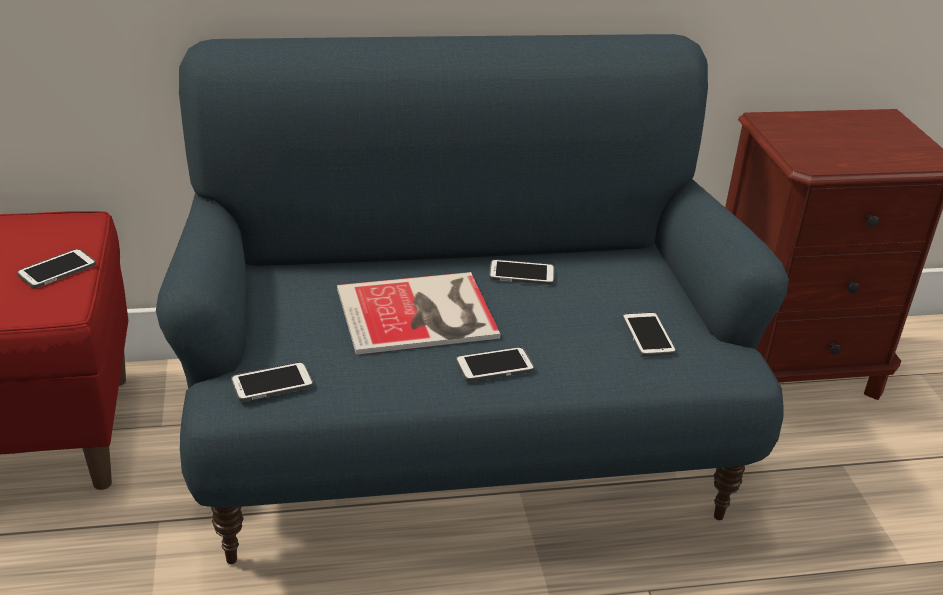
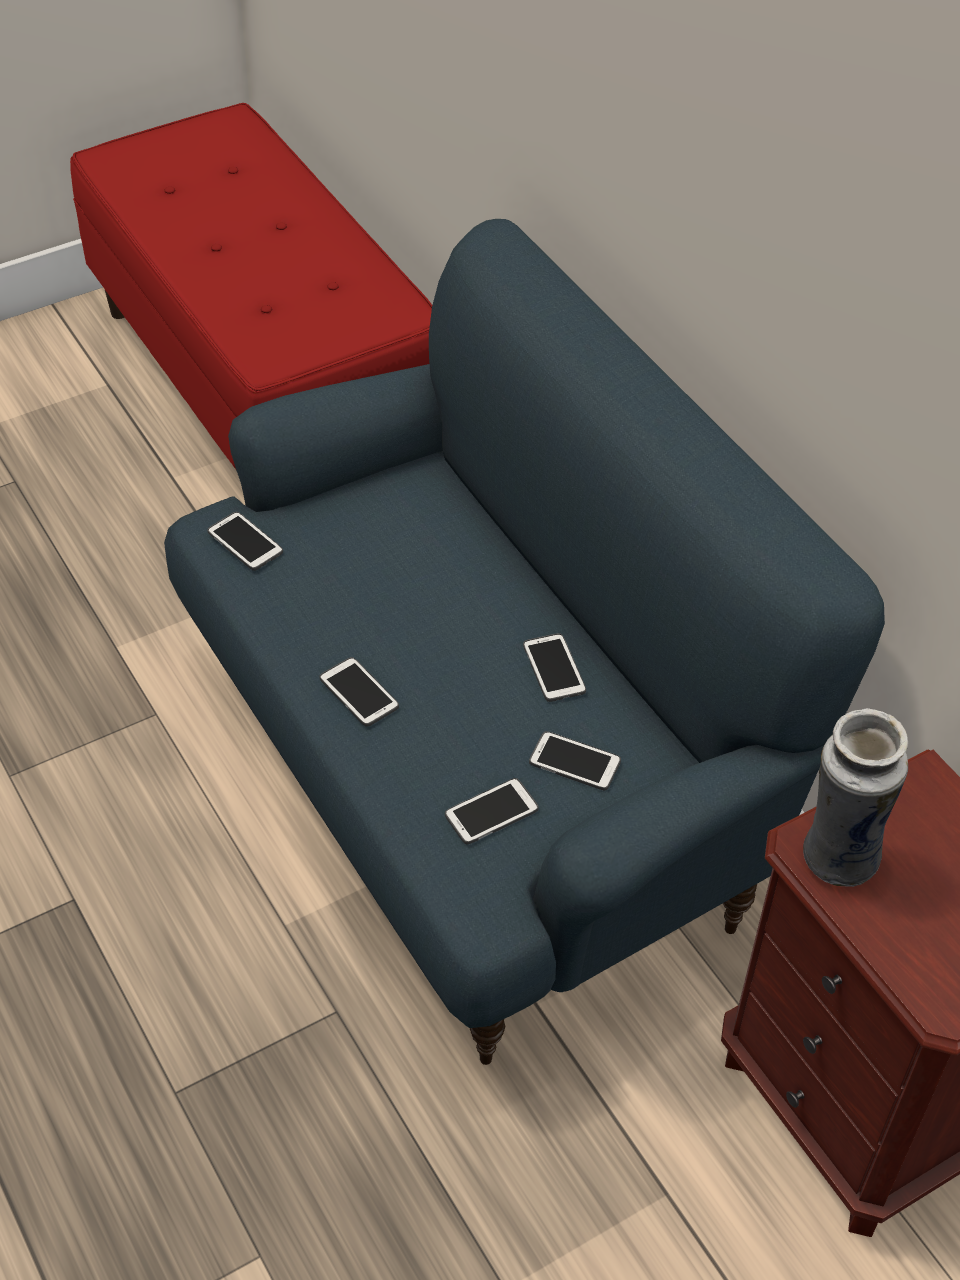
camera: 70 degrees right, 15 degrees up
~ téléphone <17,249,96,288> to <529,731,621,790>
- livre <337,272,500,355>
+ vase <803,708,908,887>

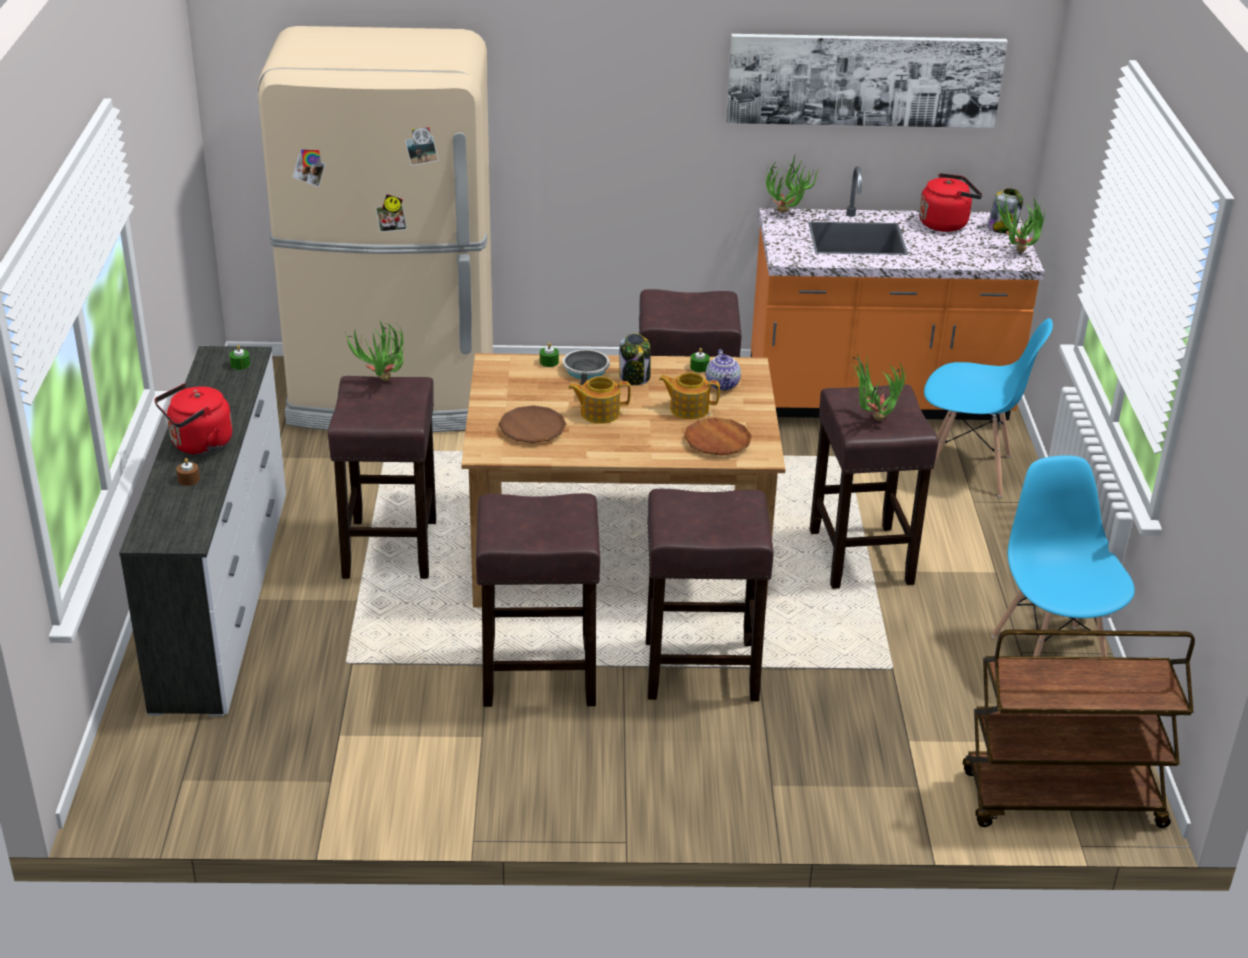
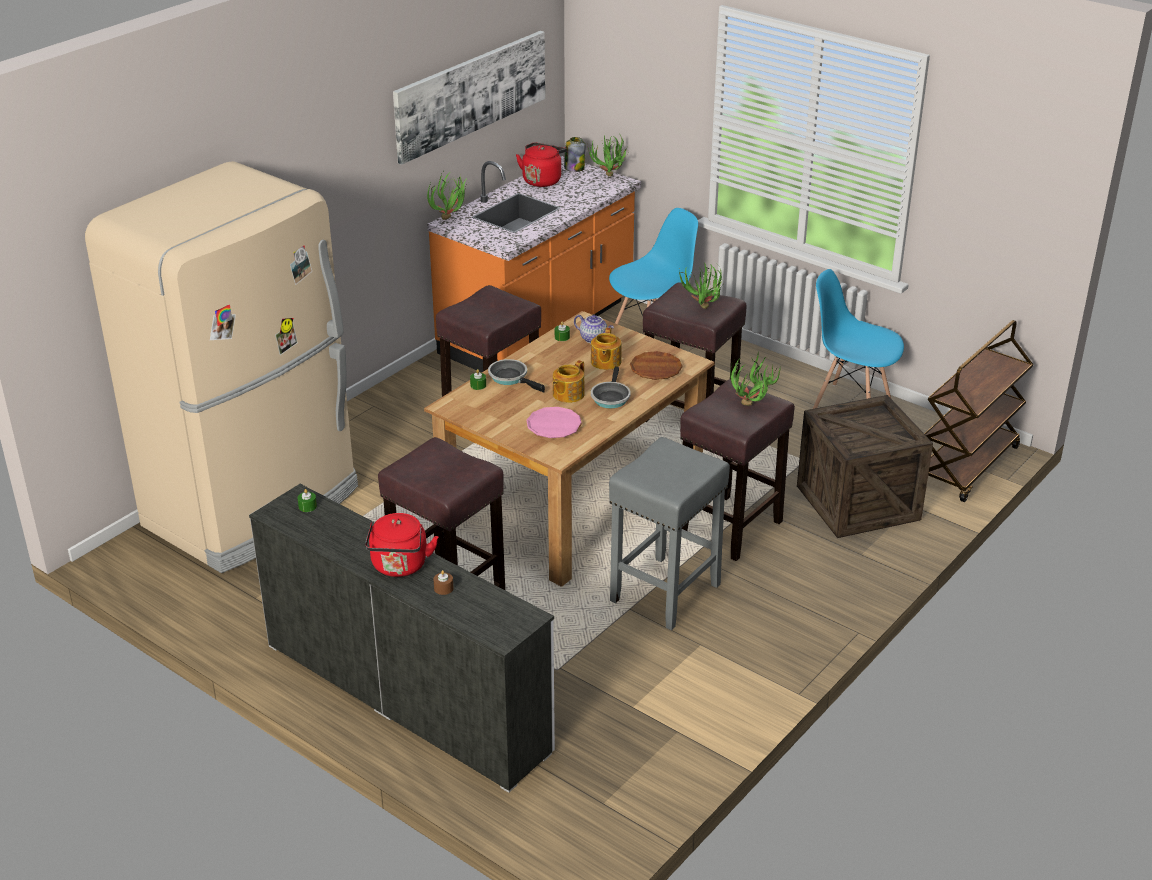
camera: 50 degrees left, 0 degrees up
~ plante en pot <346,321,404,381> to <730,352,781,406>
~ tabouret (marron) <476,493,600,707> to tabouret (gris) <609,437,730,630>
~ assiette (marron) <499,406,566,443> to assiette (rose) <526,407,582,438>
- bocal <619,333,651,385>
~ théière <659,372,720,419> = <591,328,622,370> 45 degrees counterclockwise
+ poêle <591,366,631,408>
+ caisse <797,395,933,538>

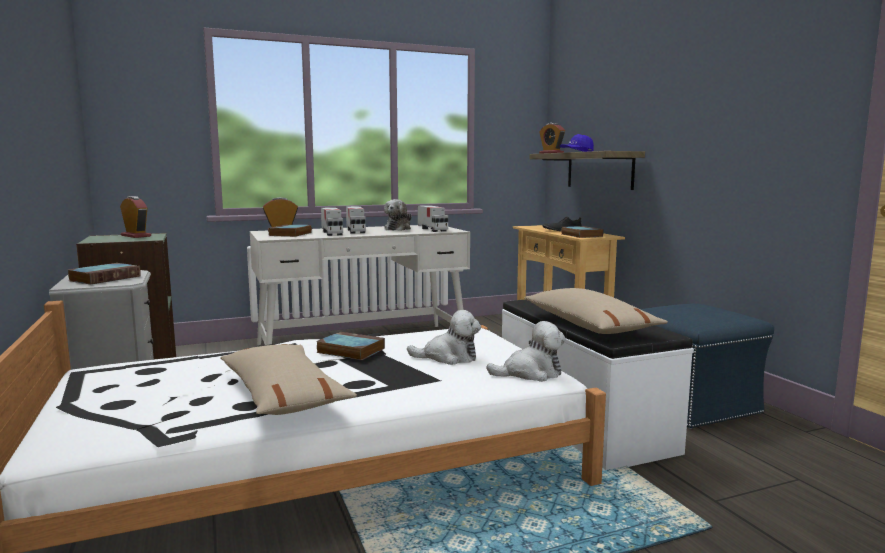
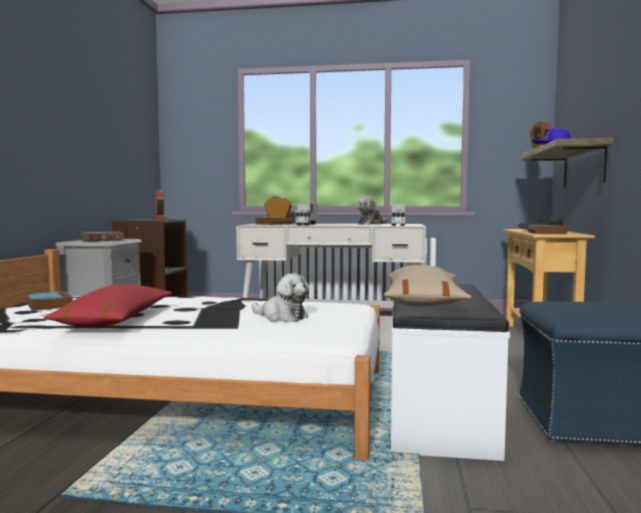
camera: 30 degrees right, 5 degrees down
~ coussin (beige) <220,344,357,415> to coussin (rouge) <44,284,172,327>
~ livre <316,332,385,360> to <26,291,73,311>
- camion jouet <346,206,366,234>
- peluche <486,321,566,382>

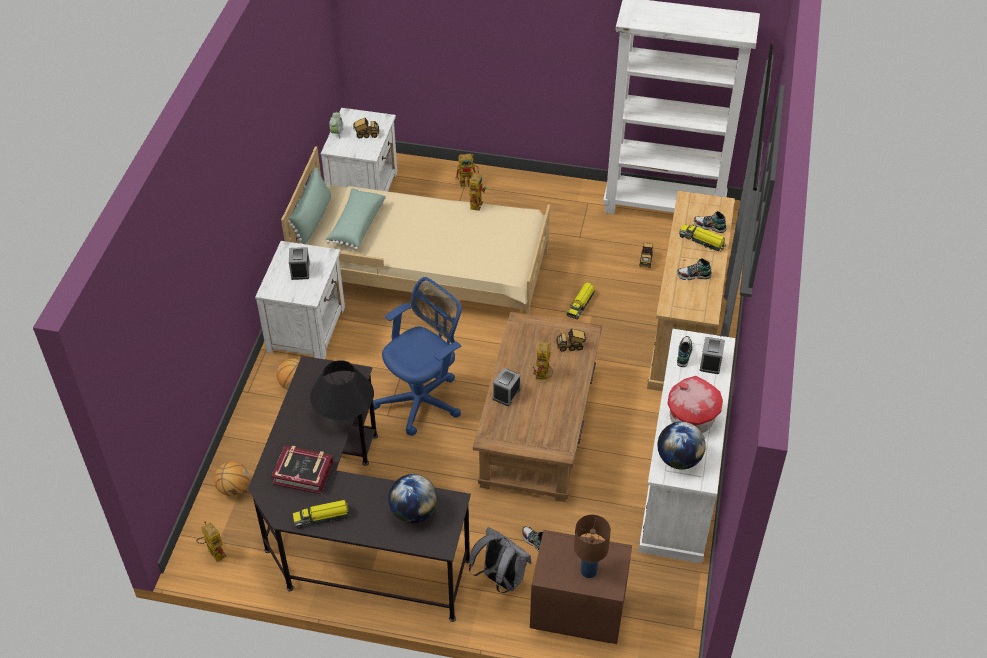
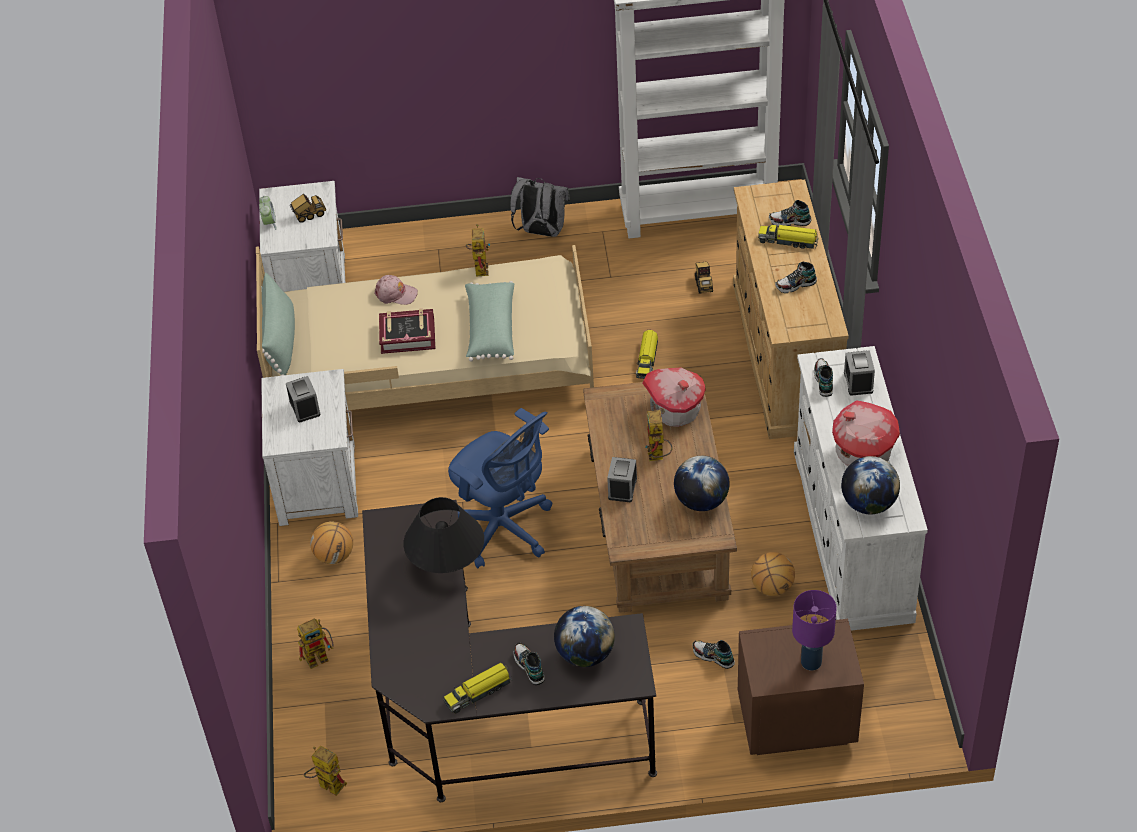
camera: 15 degrees left, 0 degrees up
~ ballon de basket <214,461,249,496> to <751,552,795,596>
~ livre <271,445,334,494> to <379,308,436,354>
~ coussin (vert) <325,188,386,250> to <465,281,514,361>
~ chaise de bureau (bleu) <373,277,462,436> = <448,408,553,568> 105 degrees clockwise
~ robot jouet <455,153,479,188> to <297,619,333,669>
~ sac à dos (gris) <469,527,531,593> to <510,177,570,237>
~ camion jouet <556,329,587,352> to maison miniature <642,368,706,427>
~ lampe de table (marron) <574,515,611,578> to lampe de table (violet) <792,590,837,671>
+ casquette (rose) <374,275,418,305>
+ chaussure <514,643,545,685>
+ globe <674,456,730,511>

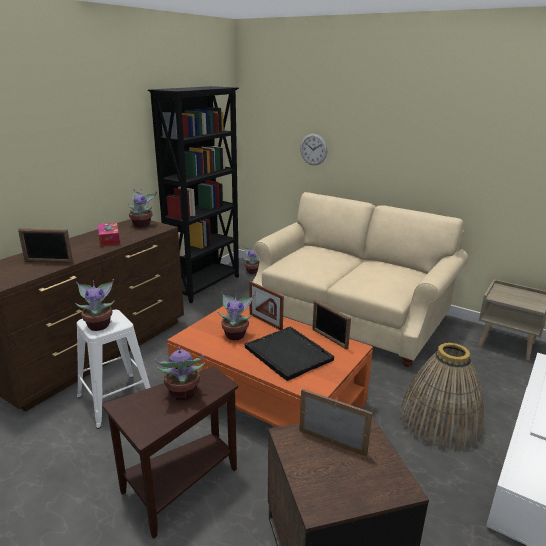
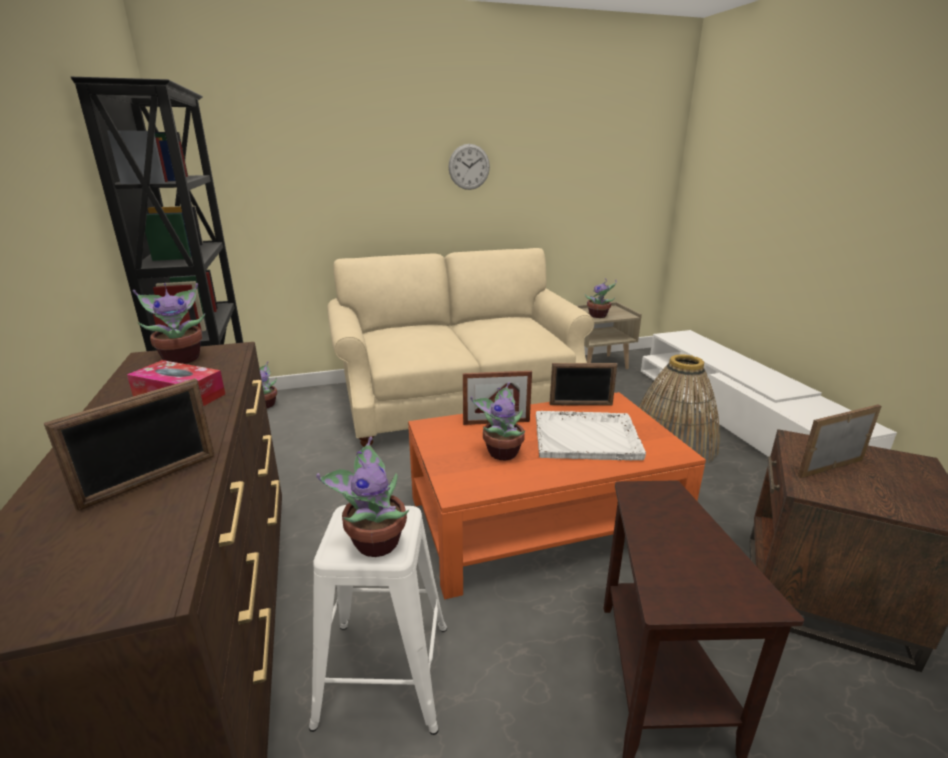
camera: 50 degrees left, 0 degrees up
~ plante en pot <155,346,205,401> to <585,279,617,318>
~ plateau (noir) <245,327,334,381> to plateau (blanc) <536,411,646,460>
~ horloge murale <300,134,328,165> to <448,144,490,190>

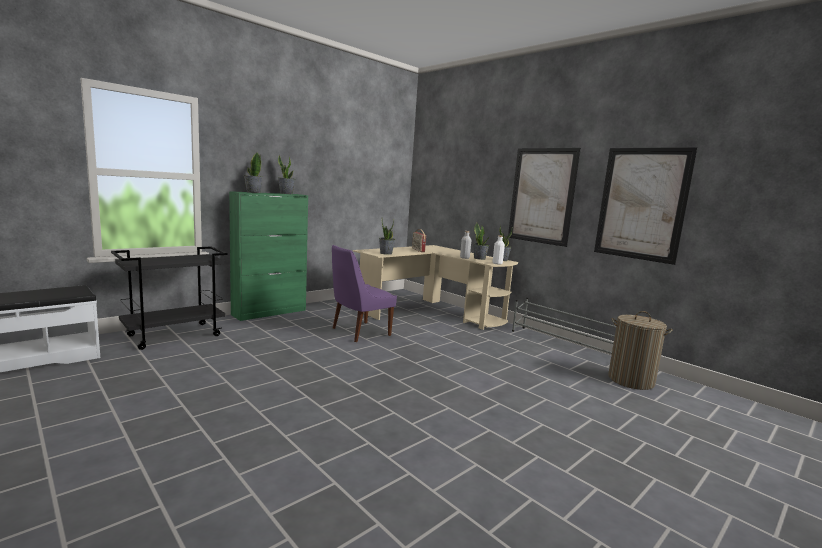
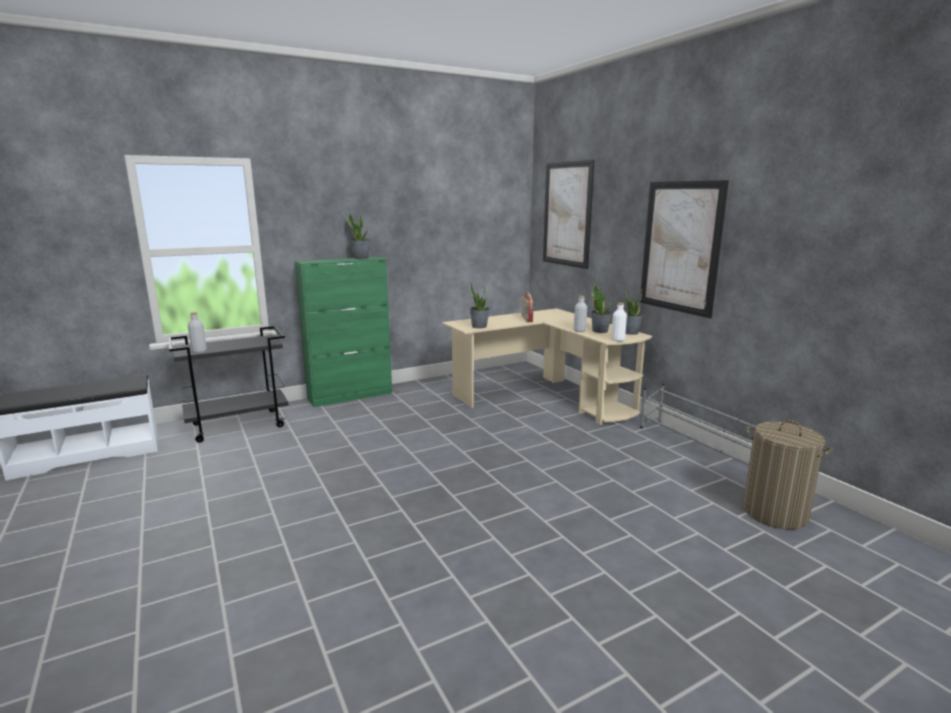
camera: 15 degrees right, 5 degrees up
- plante en pot <244,152,263,193>
- chaise (violet) <332,245,397,342>
~ tableau <594,147,698,265> to <543,159,595,269>
+ bouteille (gris) <188,312,207,353>

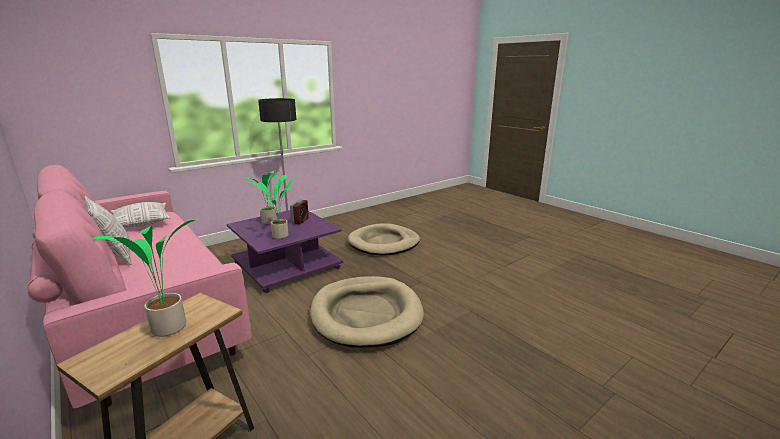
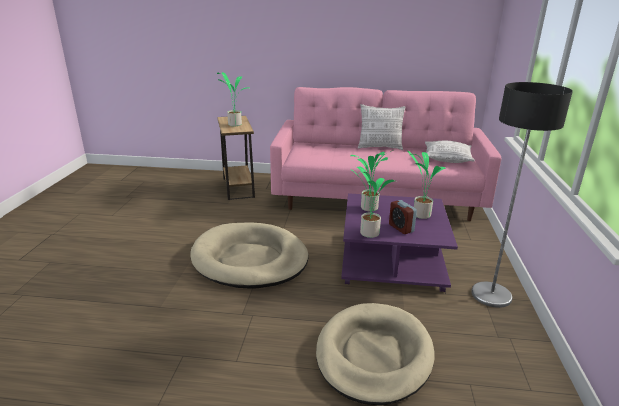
camera: 135 degrees right, 5 degrees up
+ plante en pot <350,167,395,238>

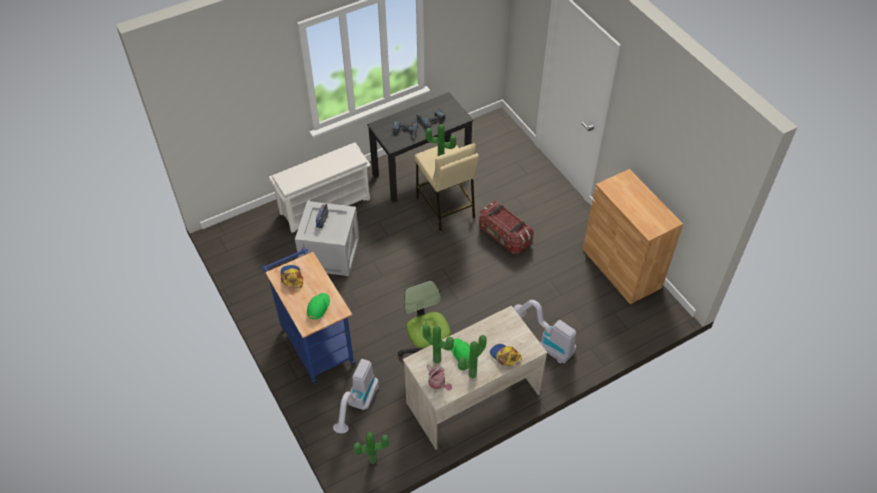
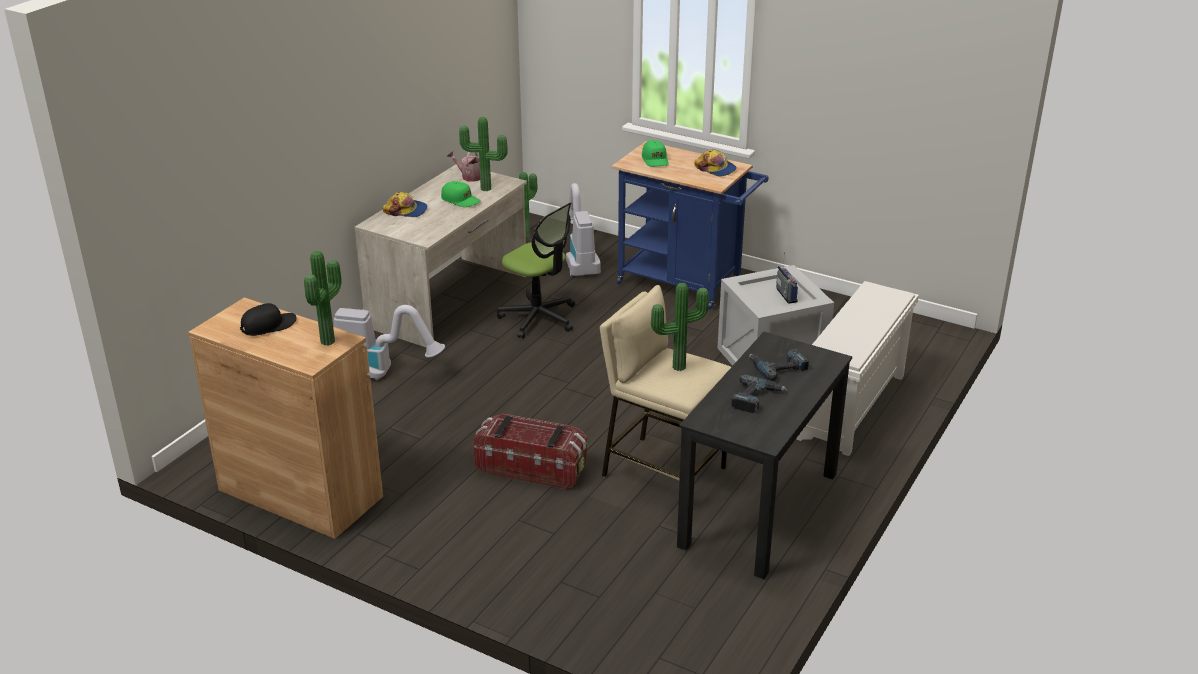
camera: 150 degrees right, 20 degrees down
~ plante en pot <458,335,487,378> to <304,251,342,346>
+ casquette (noir) <240,303,297,336>

